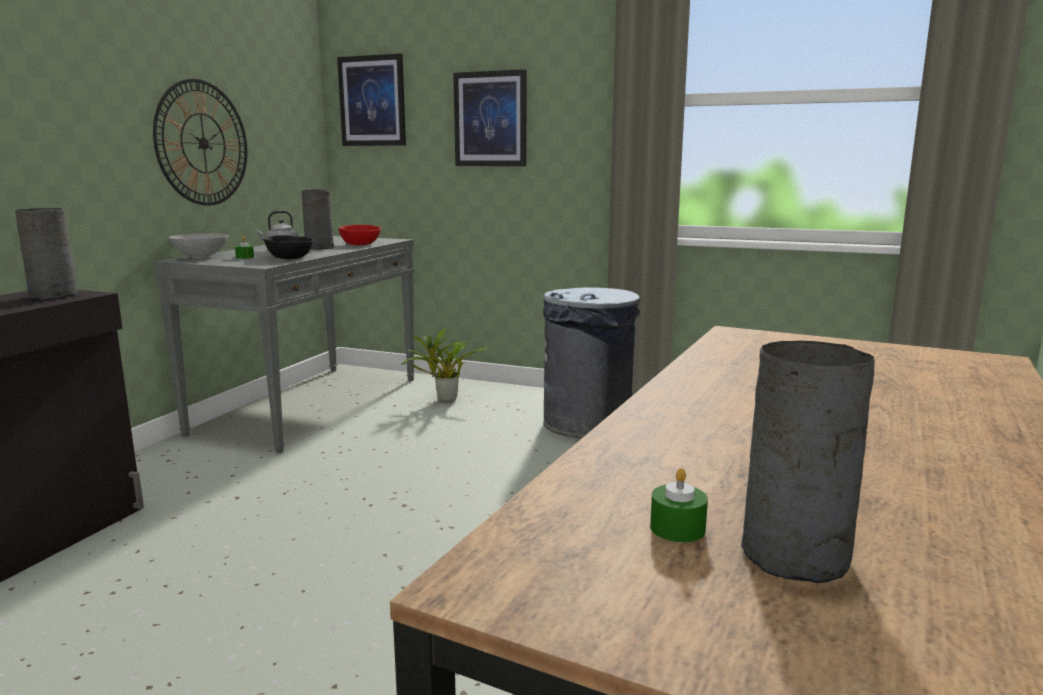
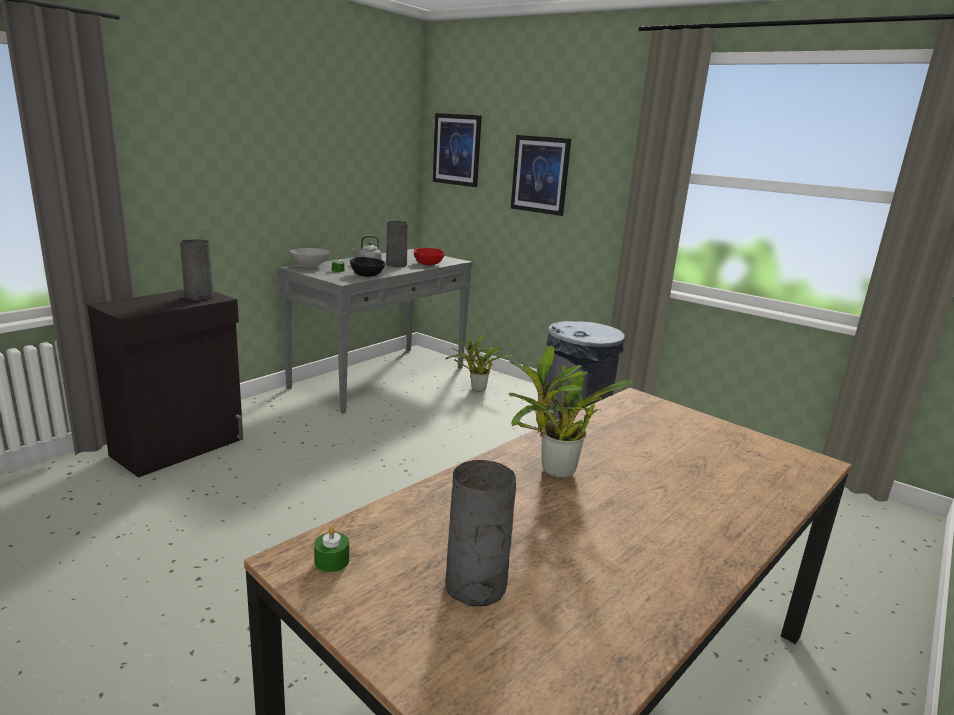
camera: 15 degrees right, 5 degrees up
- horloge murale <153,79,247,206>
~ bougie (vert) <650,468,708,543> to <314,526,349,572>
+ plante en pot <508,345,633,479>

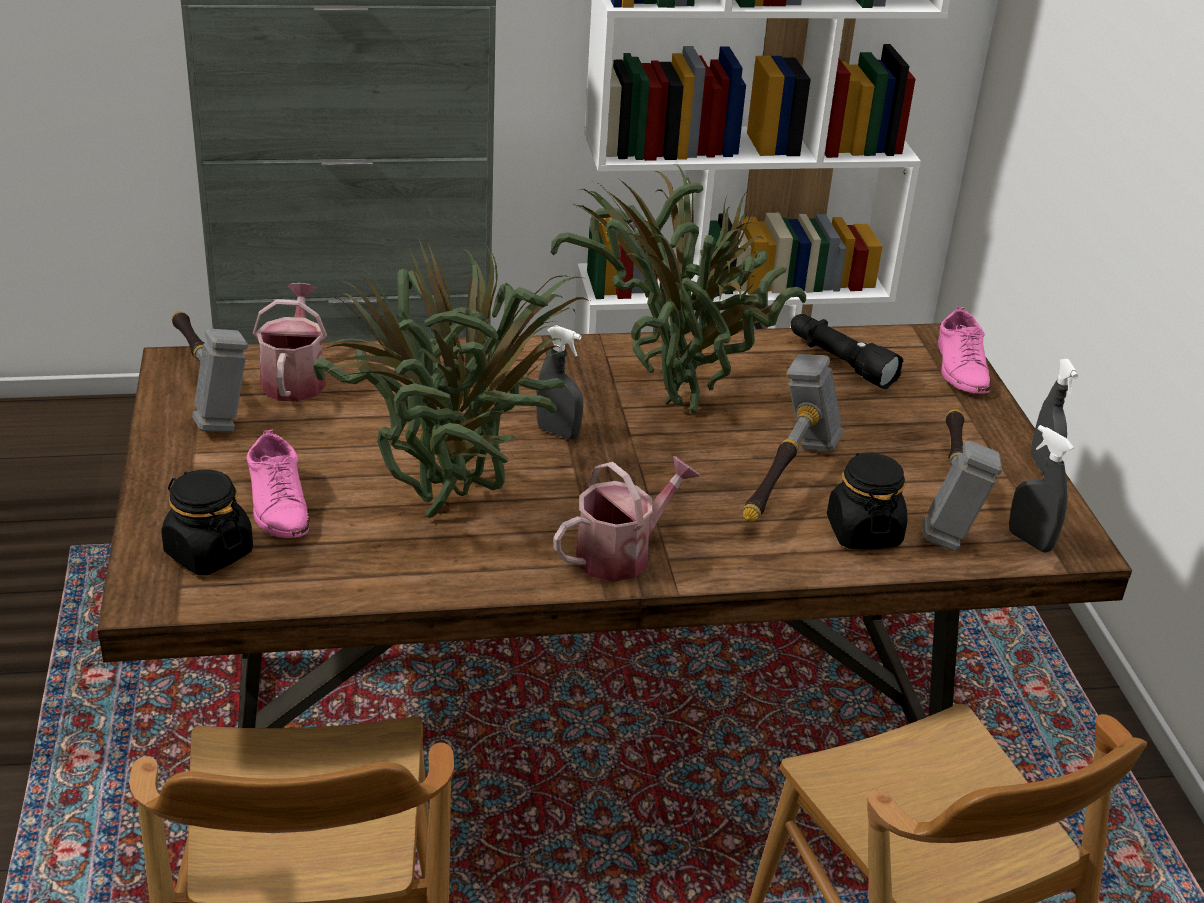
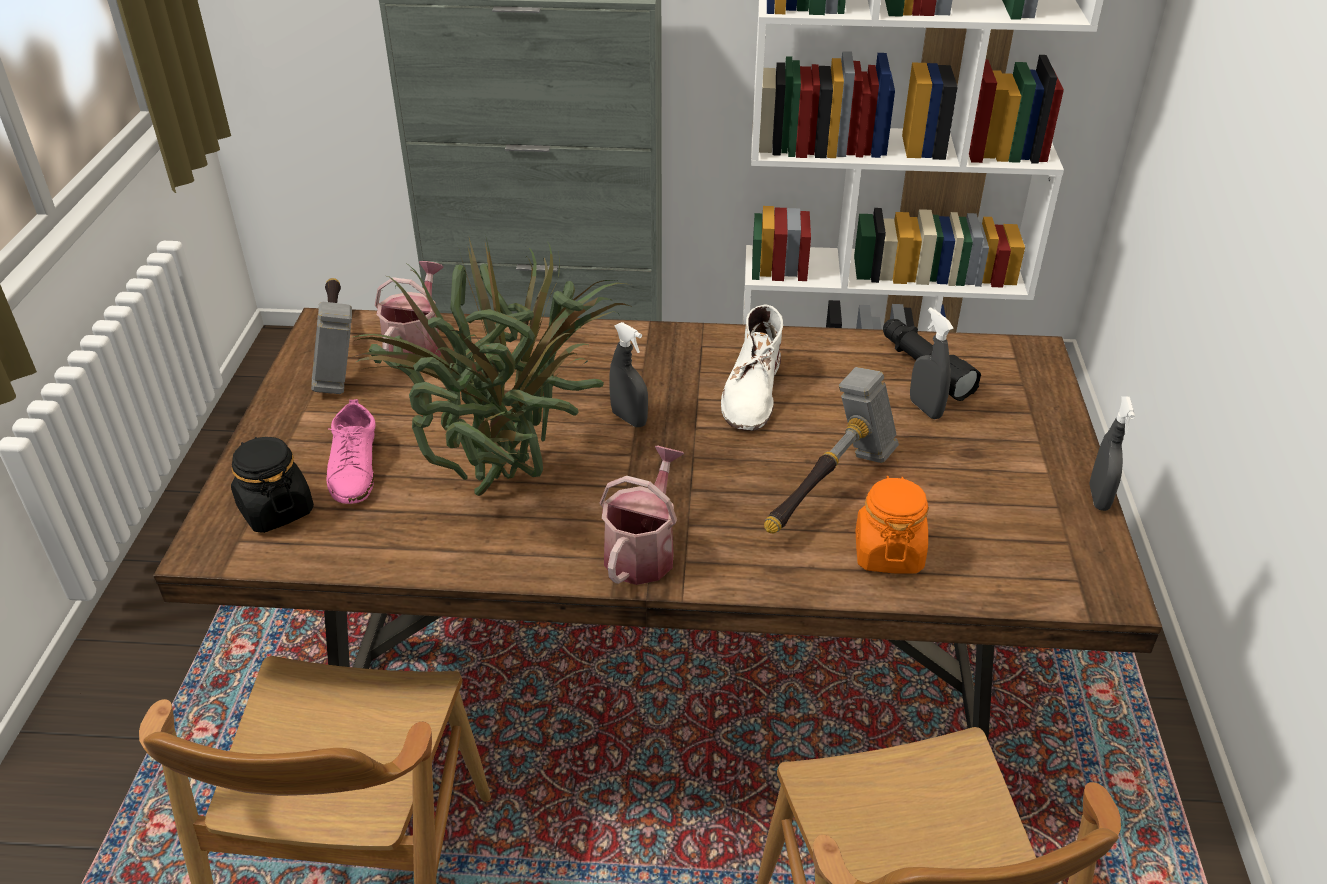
camera: 15 degrees right, 5 degrees up
~ plante en pot <551,164,806,413> to botte (blanc) <721,304,783,431>
~ arrosoir <553,456,700,582> = <600,446,685,585> 45 degrees counterclockwise
~ bocal (noir) <827,452,907,549> to bocal (orange) <855,476,929,574>
- marteau <923,409,1002,551>
- chaussure (rose) <938,307,991,394>
~ vaporisateur (gris) <1009,425,1074,553> to <910,307,954,419>

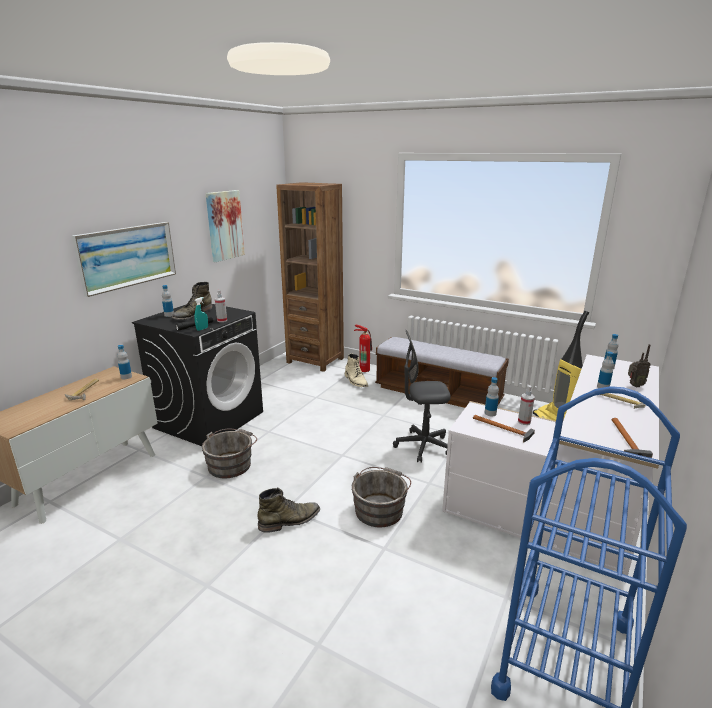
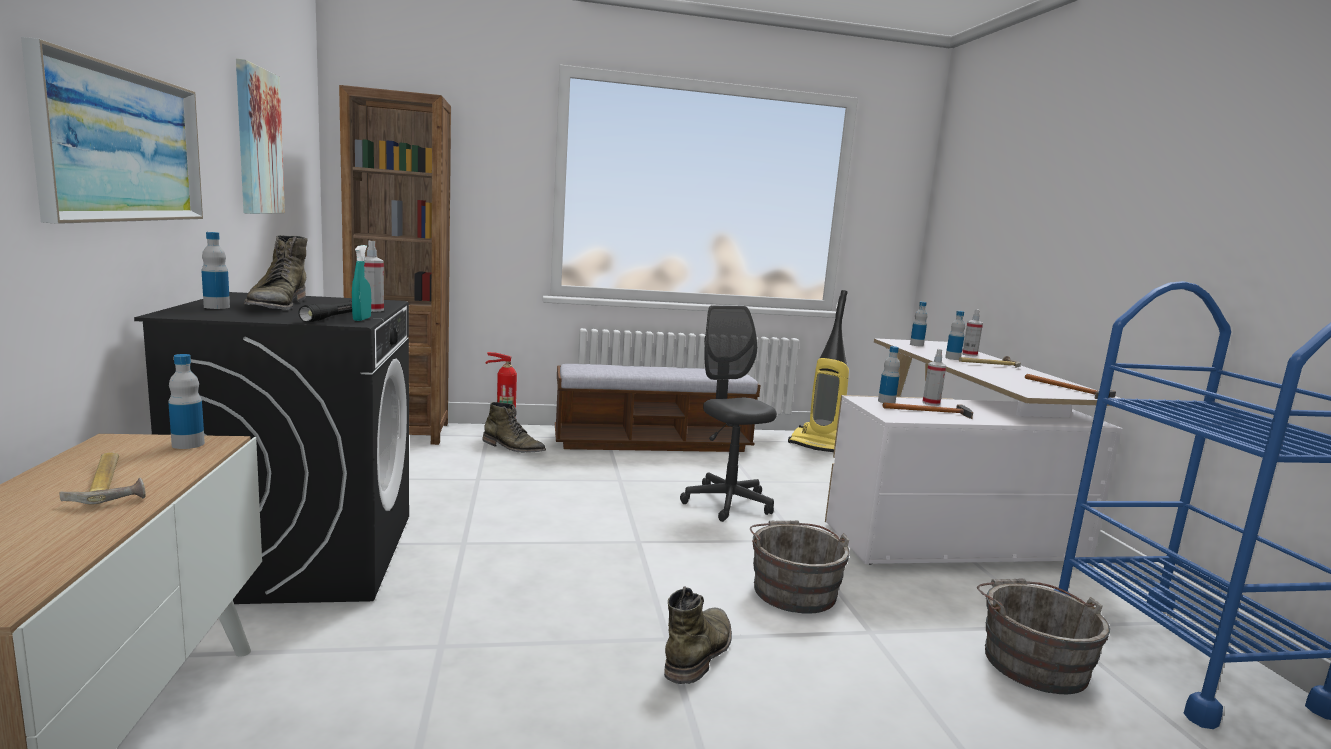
camera: 40 degrees left, 10 degrees down
~ seau (gris) <202,429,257,478> to <977,579,1110,694>
~ botte (beige) <345,354,368,387> to botte (vert) <482,402,546,453>
~ chaise de bureau (gris) <393,330,451,463> = <680,305,777,522> 105 degrees clockwise
~ radio <628,344,651,387> to vaporisateur <962,310,983,356>

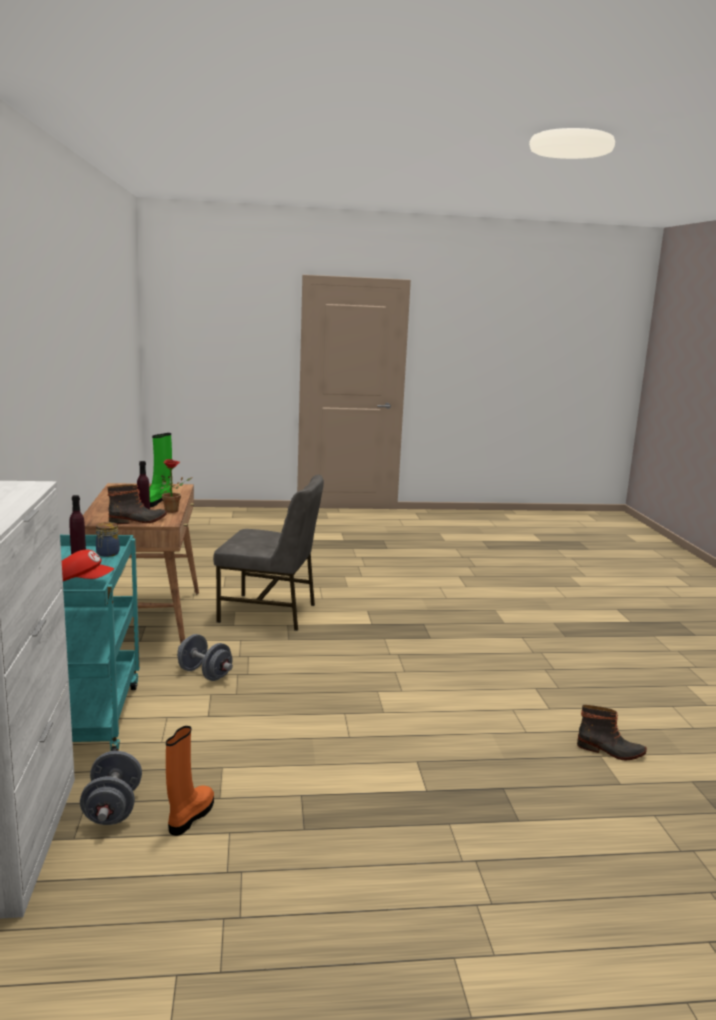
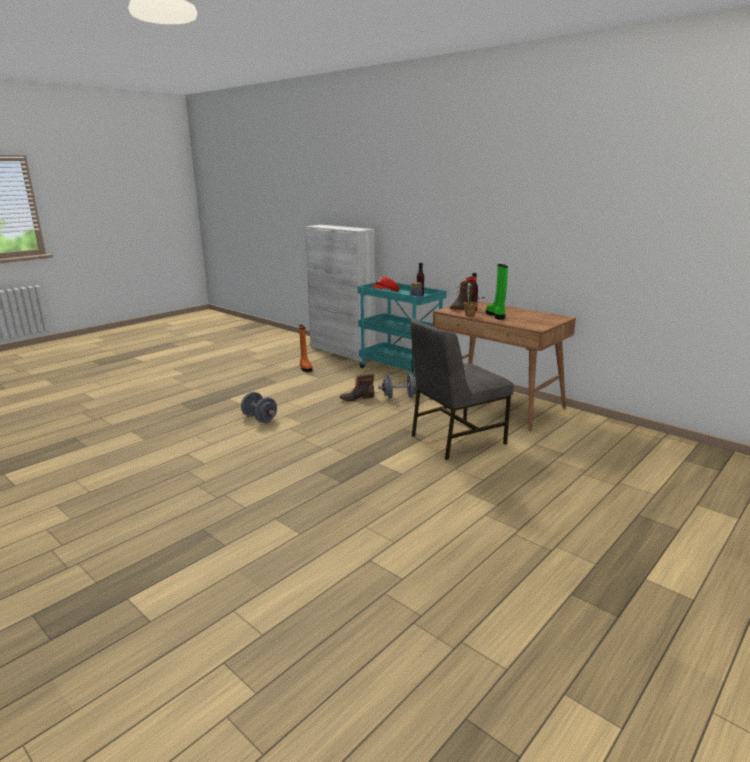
camera: 140 degrees right, 5 degrees up
~ haltère (gris) <80,751,142,825> to <241,392,277,423>
~ botte <577,705,647,760> to <340,374,374,401>

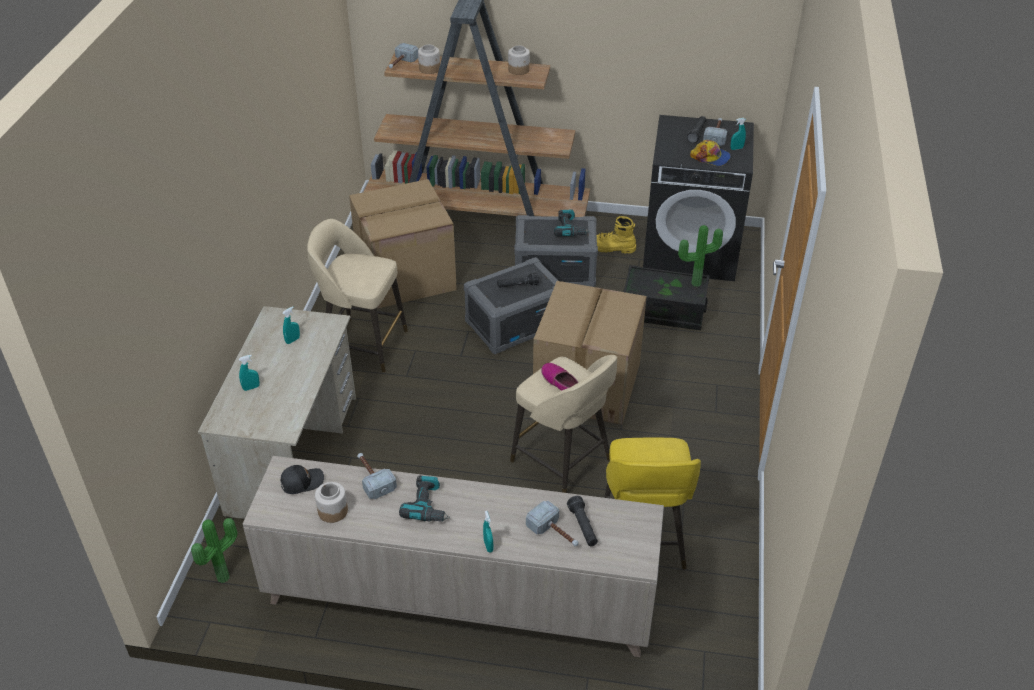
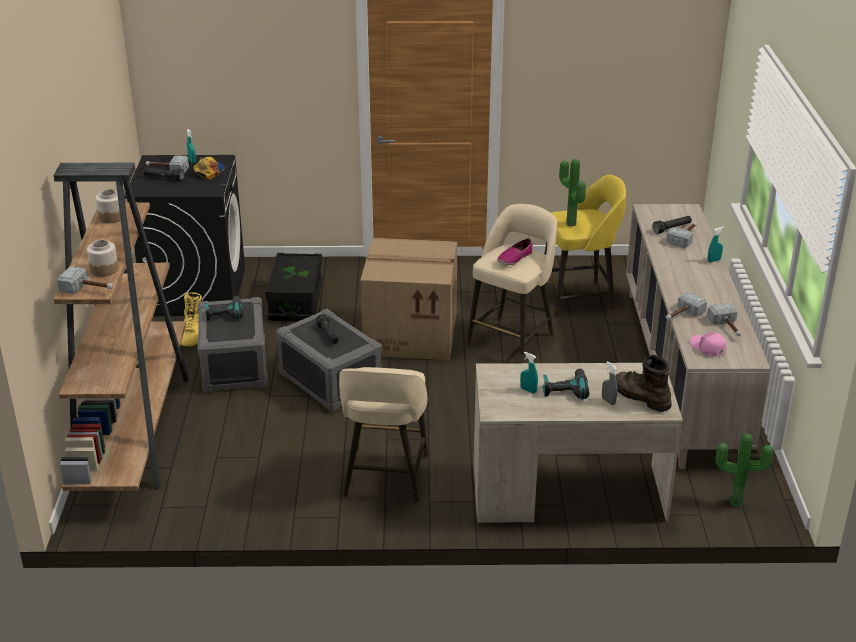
camera: 100 degrees left, 10 degrees down
~ vaporisateur (turquoise) <239,355,260,391> to vaporisateur (gris) <602,361,617,405>
~ casquette (noir) <280,465,324,494> to casquette (rose) <690,332,726,356>
~ bocal <315,482,348,523> to marteau <707,303,742,336>
- carton <349,179,457,308>
~ perceuse <399,475,450,522> to <542,368,589,400>
~ plante en pot <678,225,723,287> to <559,159,586,227>
+ botte (marron) <615,355,672,412>

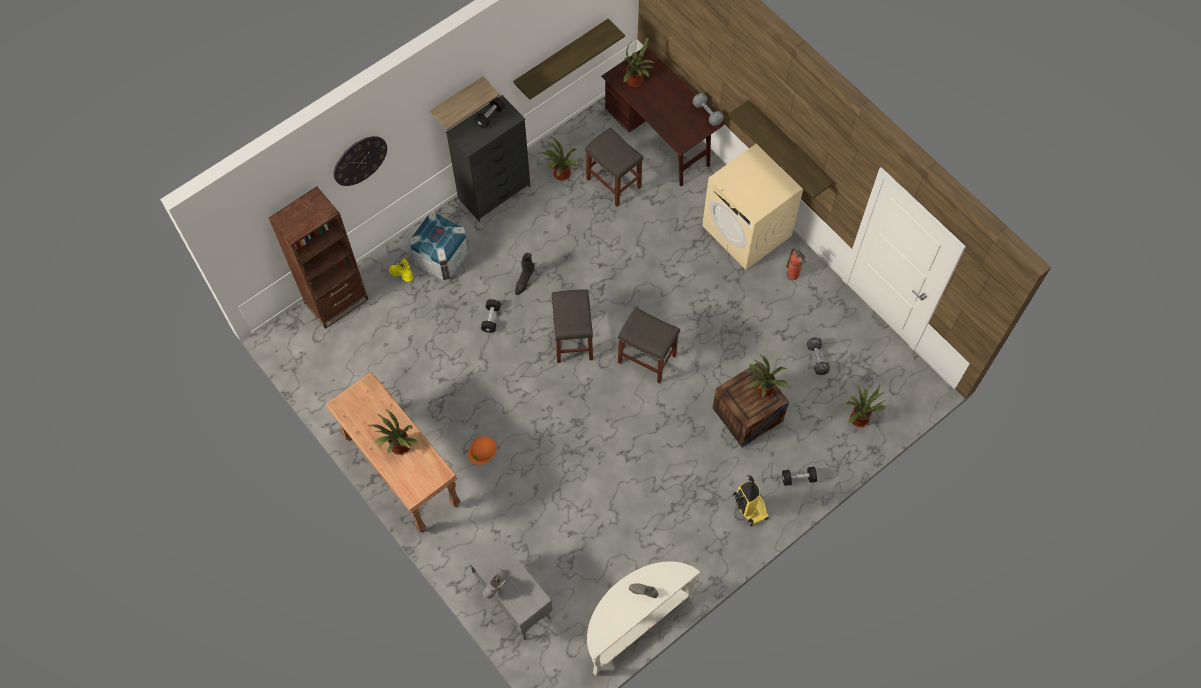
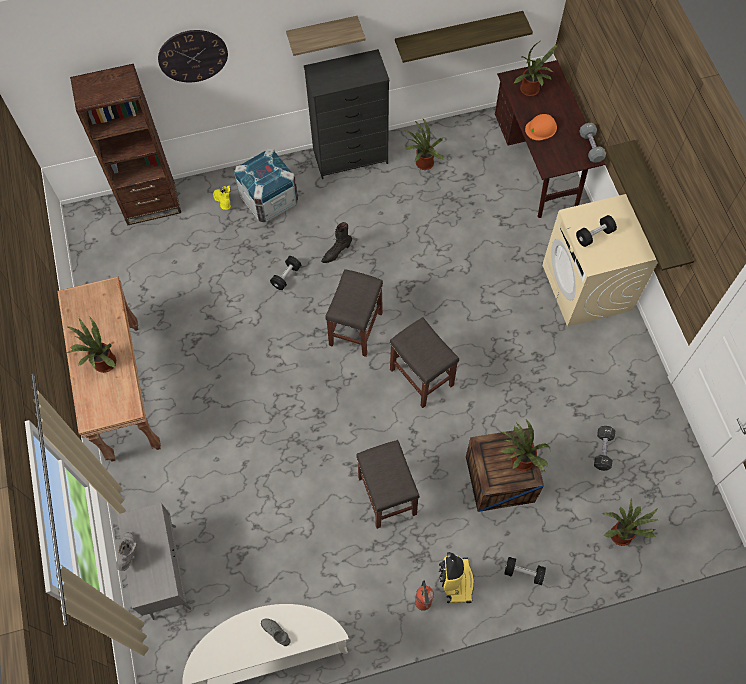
camera: 25 degrees right, 0 degrees up
~ casque de chantier (orange) <468,436,497,465> to <525,114,557,141>
~ haltère (noir) <474,97,505,129> to <576,215,617,247>
~ botte (gris) <483,568,506,599> = <116,532,137,571> 45 degrees counterclockwise
~ tabouret (gris) <585,127,643,207> to <356,440,420,529>
~ extincteur <786,248,806,280> to <415,580,434,611>

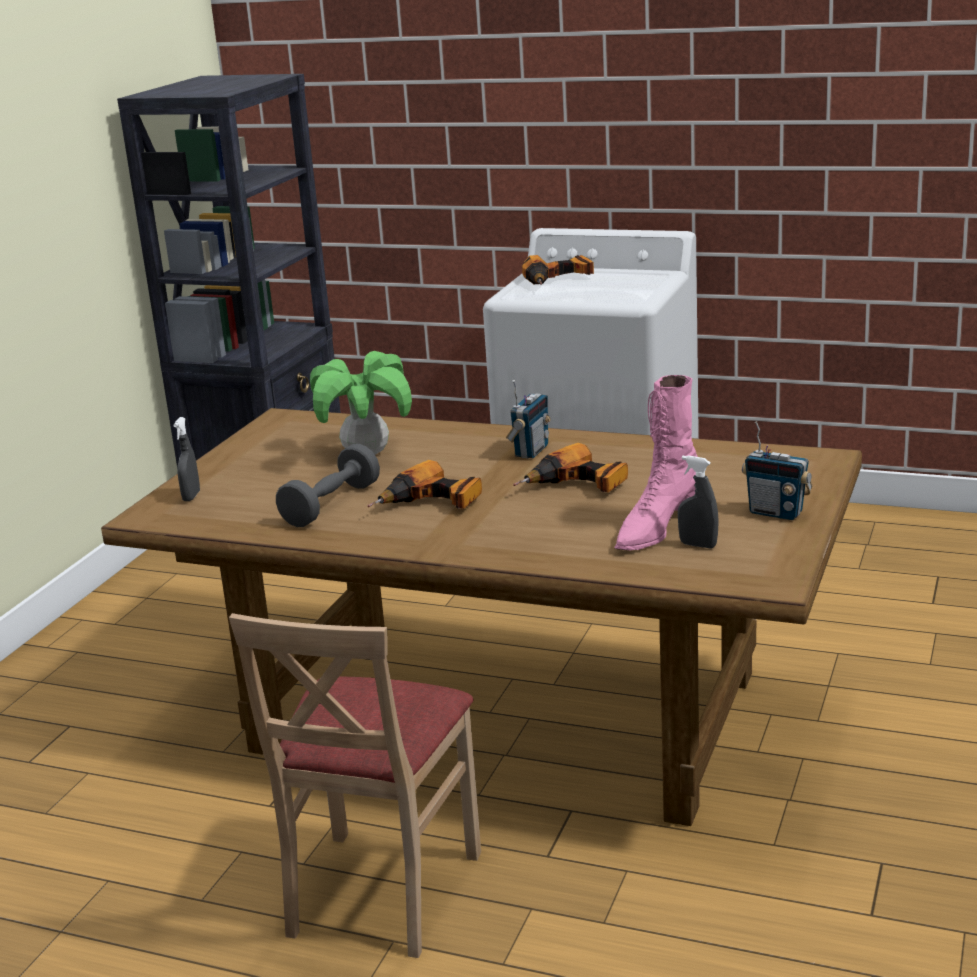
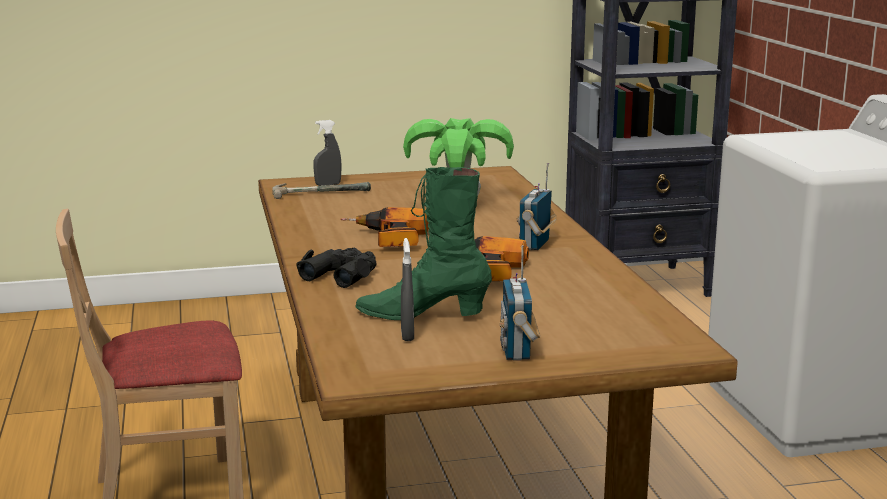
camera: 55 degrees right, 5 degrees down
- haltère (gris) <276,444,380,527>
~ radio <506,380,551,458> = <517,163,557,250> 120 degrees clockwise
- perceuse <522,255,594,285>
~ botte (rose) <615,375,698,551> to botte (vert) <356,167,492,320>
+ marteau <272,182,371,199>
+ jumelles (noir) <296,248,377,288>

